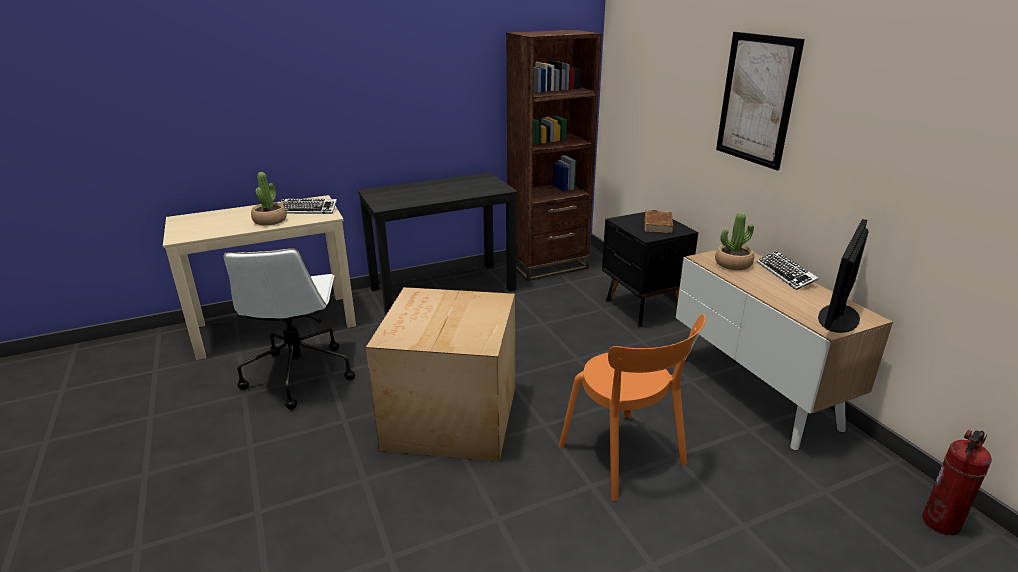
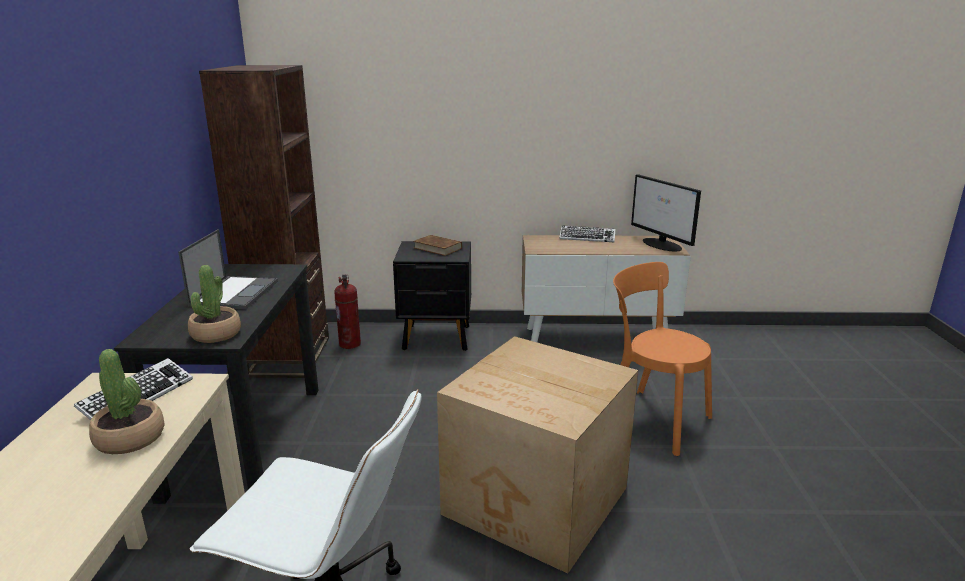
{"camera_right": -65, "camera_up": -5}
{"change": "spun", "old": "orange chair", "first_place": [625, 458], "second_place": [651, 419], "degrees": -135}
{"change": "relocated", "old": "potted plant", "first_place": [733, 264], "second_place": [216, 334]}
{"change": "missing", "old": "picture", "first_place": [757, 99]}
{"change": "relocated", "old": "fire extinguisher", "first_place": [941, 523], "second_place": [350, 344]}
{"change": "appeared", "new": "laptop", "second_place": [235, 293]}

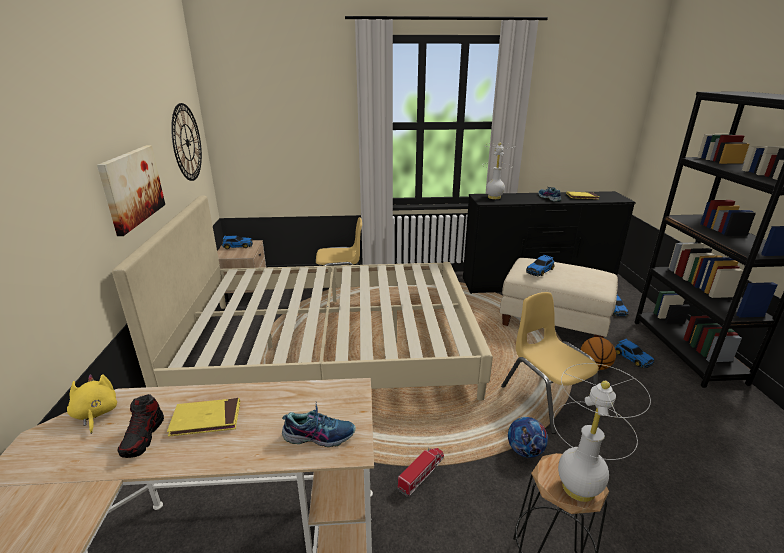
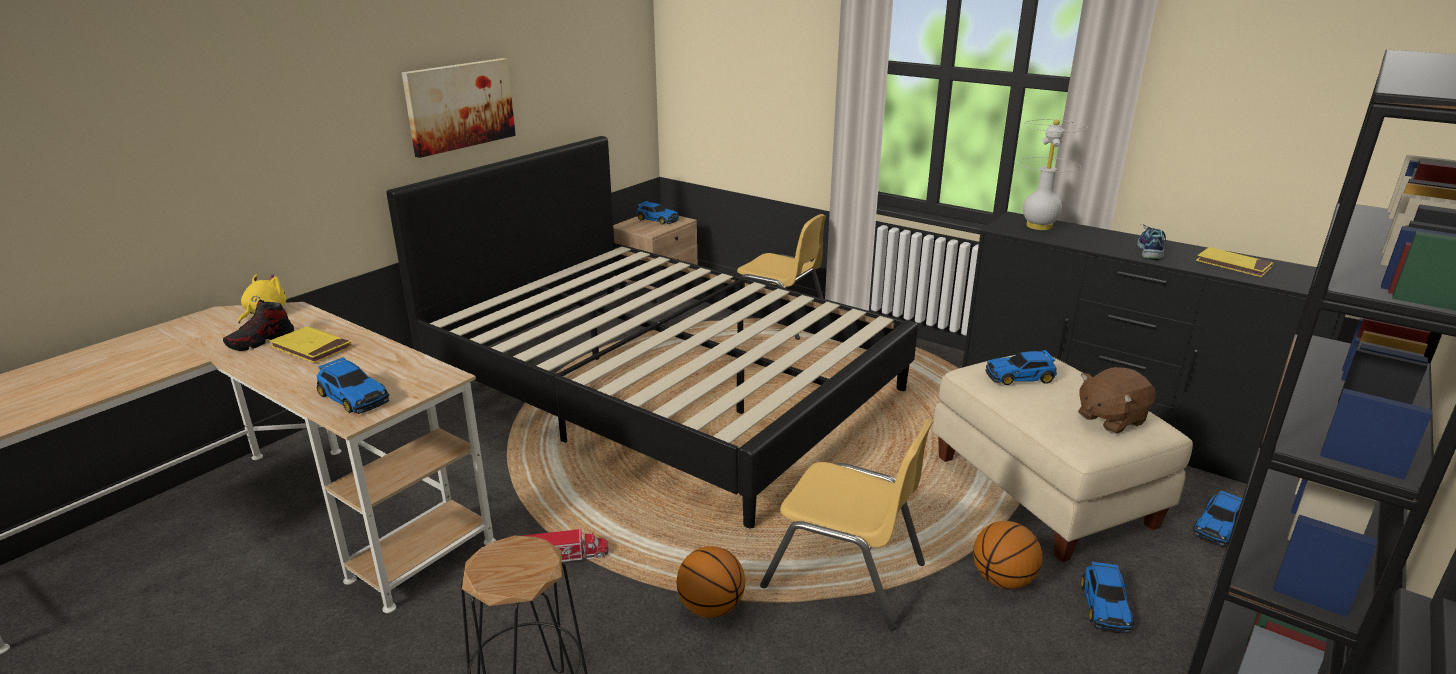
{"camera_right": 40, "camera_up": 0}
{"change": "colour", "old": "beige bed", "new": "black bed", "first_place": [330, 345], "second_place": [663, 384]}
{"change": "missing", "old": "wall clock", "first_place": [187, 142]}
{"change": "exchanged", "old": "shoe", "new": "toy car", "first_place": [319, 435], "second_place": [353, 396]}
{"change": "spun", "old": "yellow chair", "first_place": [547, 399], "second_place": [845, 575], "degrees": 105}
{"change": "exchanged", "old": "football", "new": "basketball", "first_place": [525, 451], "second_place": [711, 608]}
{"change": "missing", "old": "white table lamp", "first_place": [579, 488]}
{"change": "appeared", "new": "brown plush toy", "second_place": [1110, 419]}

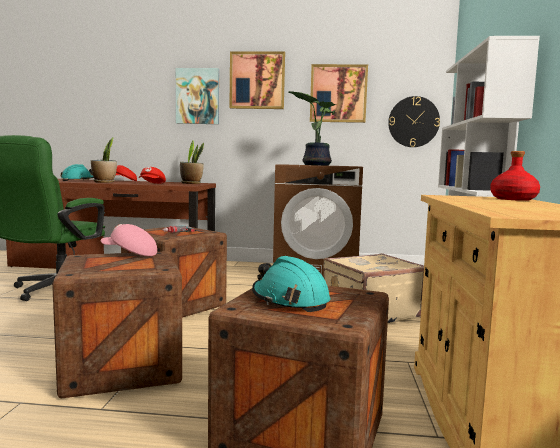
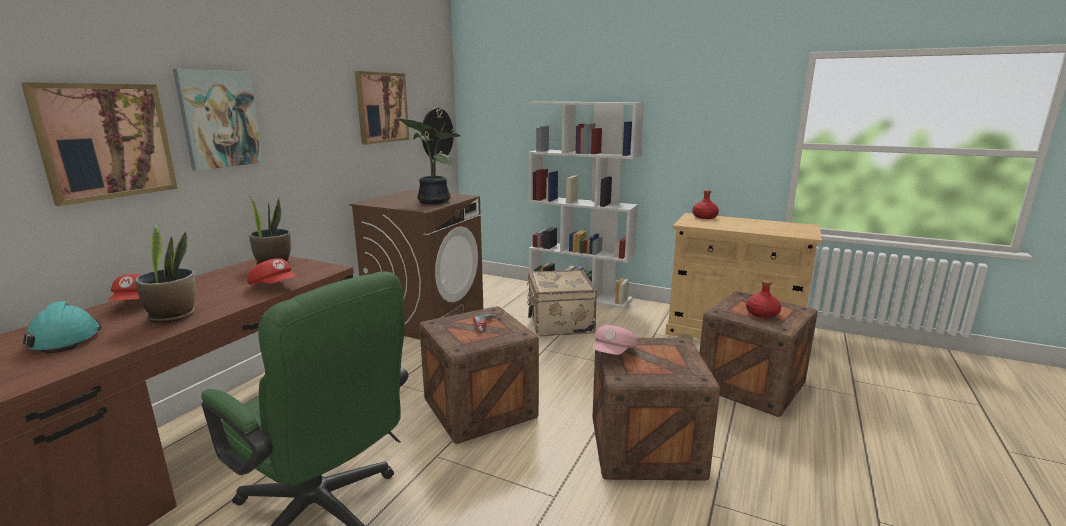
{"camera_right": -70, "camera_up": 10}
{"change": "relocated", "old": "picture", "first_place": [257, 80], "second_place": [106, 141]}
{"change": "exchanged", "old": "turquoise hard hat", "new": "red bottle", "first_place": [289, 300], "second_place": [762, 313]}

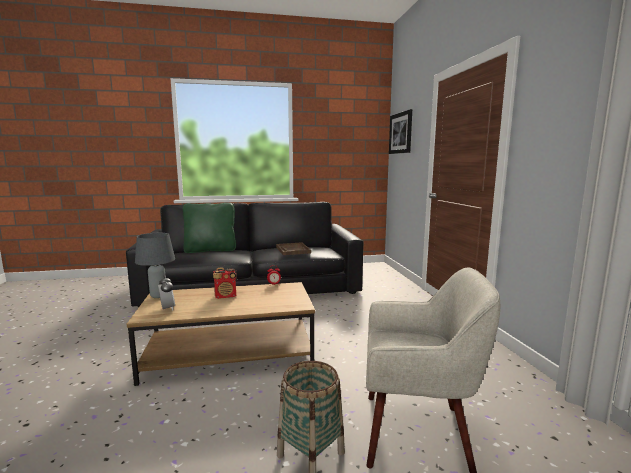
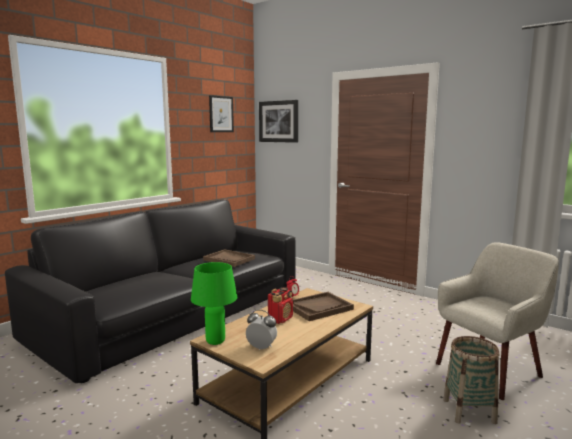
{"camera_right": -40, "camera_up": 0}
{"change": "colour", "old": "grey table lamp", "new": "green table lamp", "first_place": [158, 296], "second_place": [216, 341]}
{"change": "missing", "old": "green pillow", "first_place": [210, 250]}
{"change": "appeared", "new": "picture", "second_place": [221, 114]}
{"change": "appeared", "new": "brown tray", "second_place": [319, 307]}

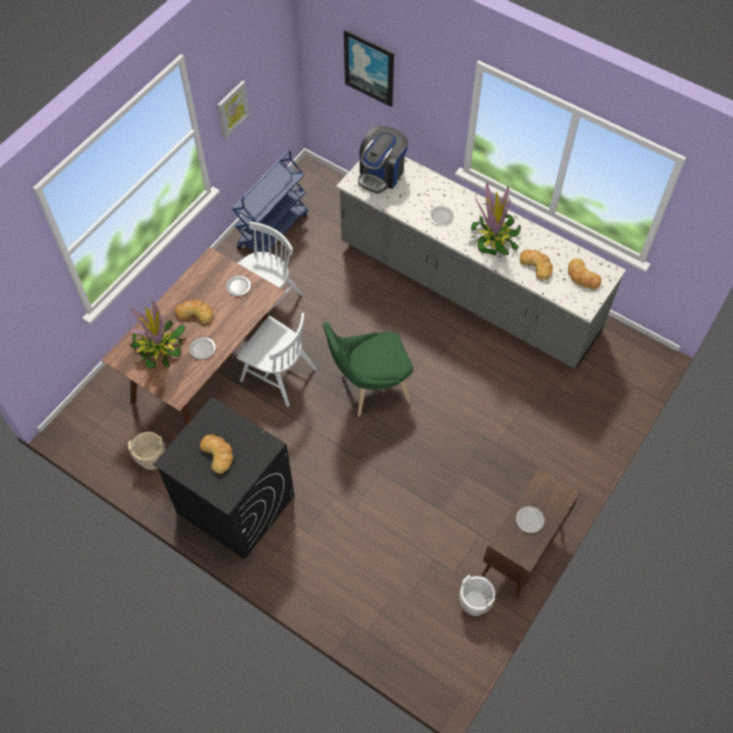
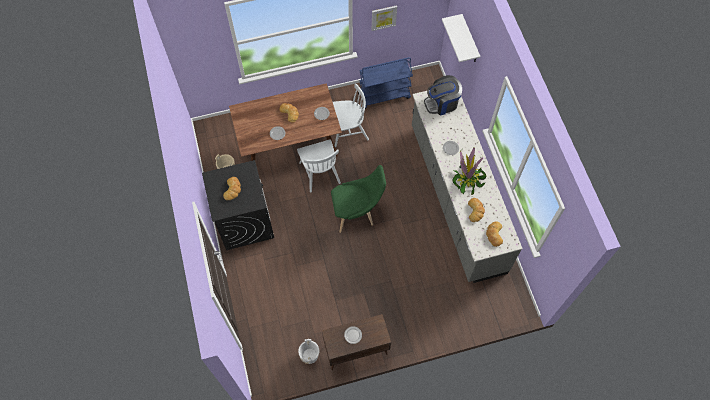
{"camera_right": 40, "camera_up": 5}
{"change": "missing", "old": "potted plant", "first_place": [158, 348]}
{"change": "spun", "old": "green chair", "first_place": [369, 389], "second_place": [356, 213], "degrees": 150}
{"change": "exchanged", "old": "picture", "new": "white shelf", "first_place": [369, 67], "second_place": [469, 40]}

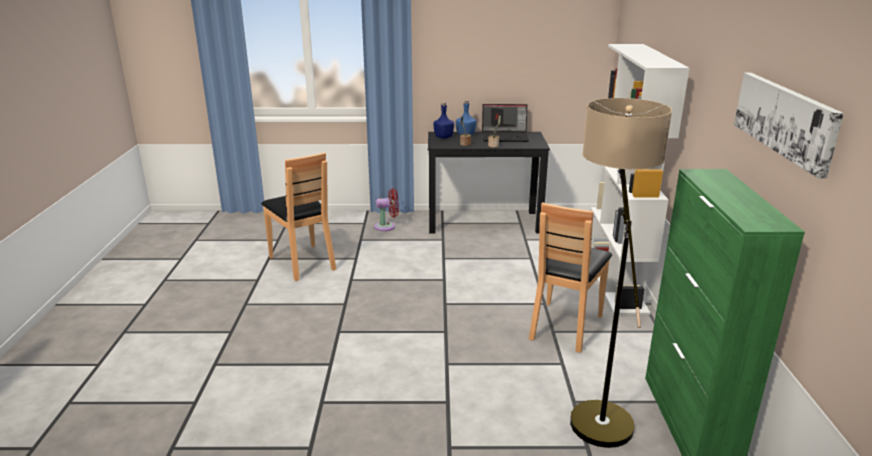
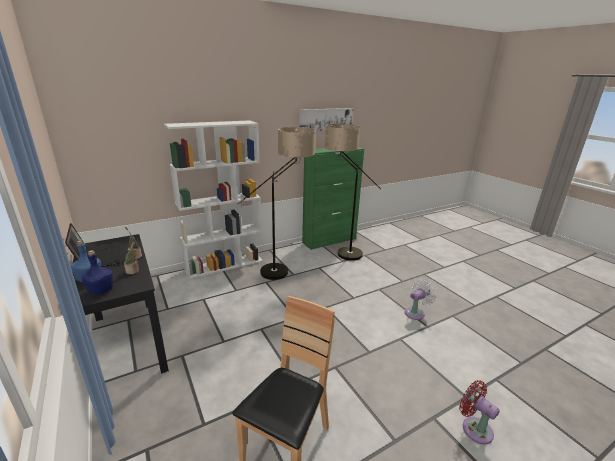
{"camera_right": -120, "camera_up": 0}
{"change": "relocated", "old": "red fan", "first_place": [387, 226], "second_place": [474, 427]}
{"change": "exchanged", "old": "brown chair", "new": "floor lamp", "first_place": [565, 326], "second_place": [285, 272]}
{"change": "appeared", "new": "white fan", "second_place": [416, 313]}

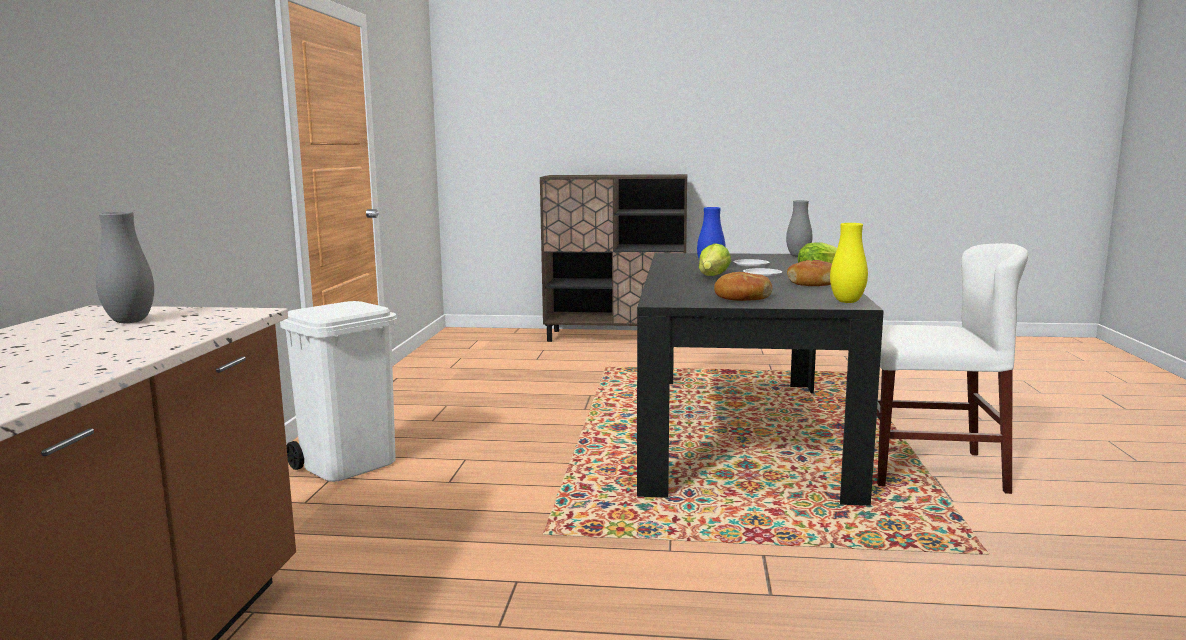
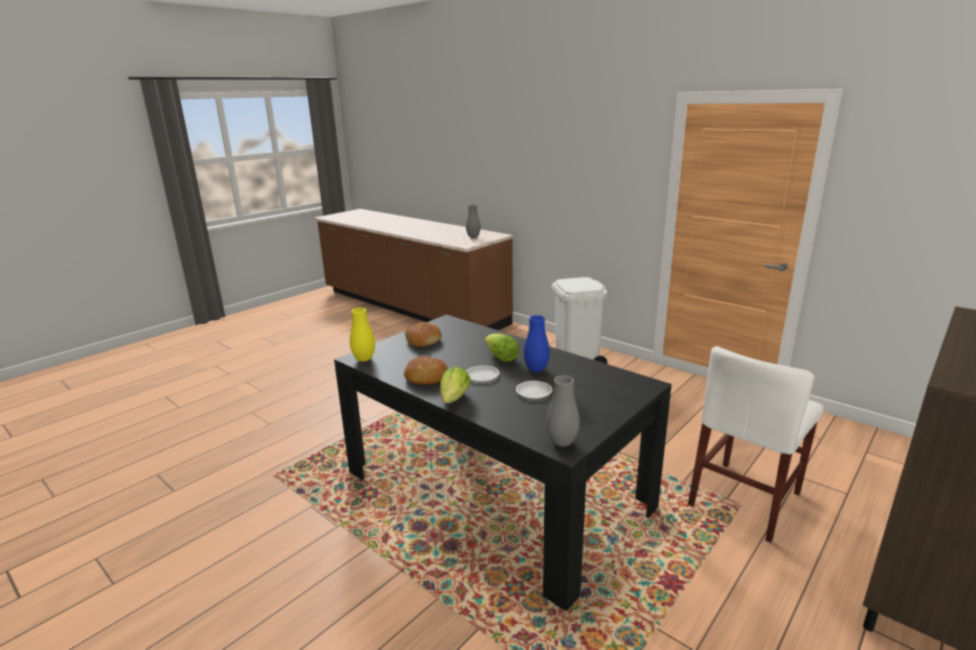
{"camera_right": 125, "camera_up": 10}
{"change": "relocated", "old": "white chair", "first_place": [929, 469], "second_place": [745, 499]}

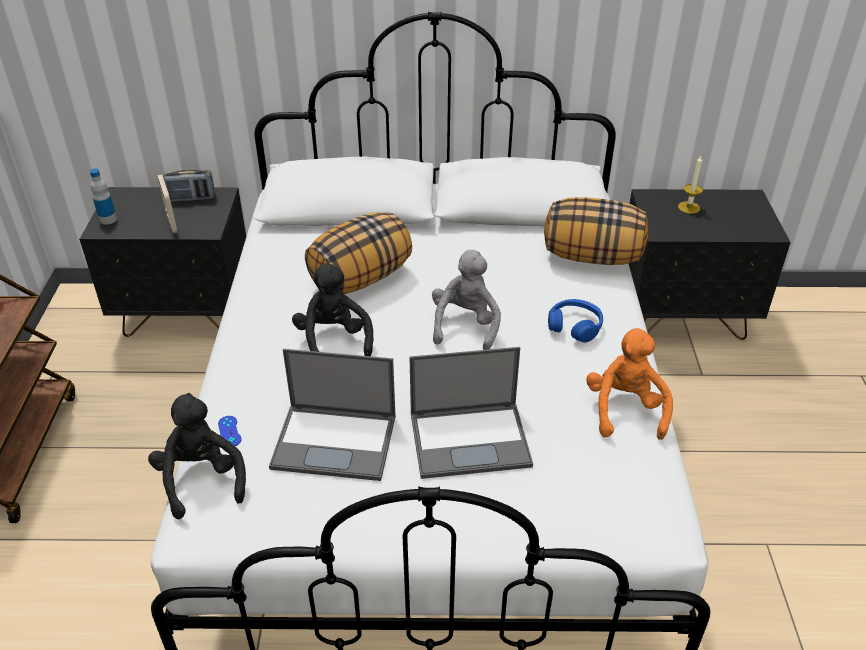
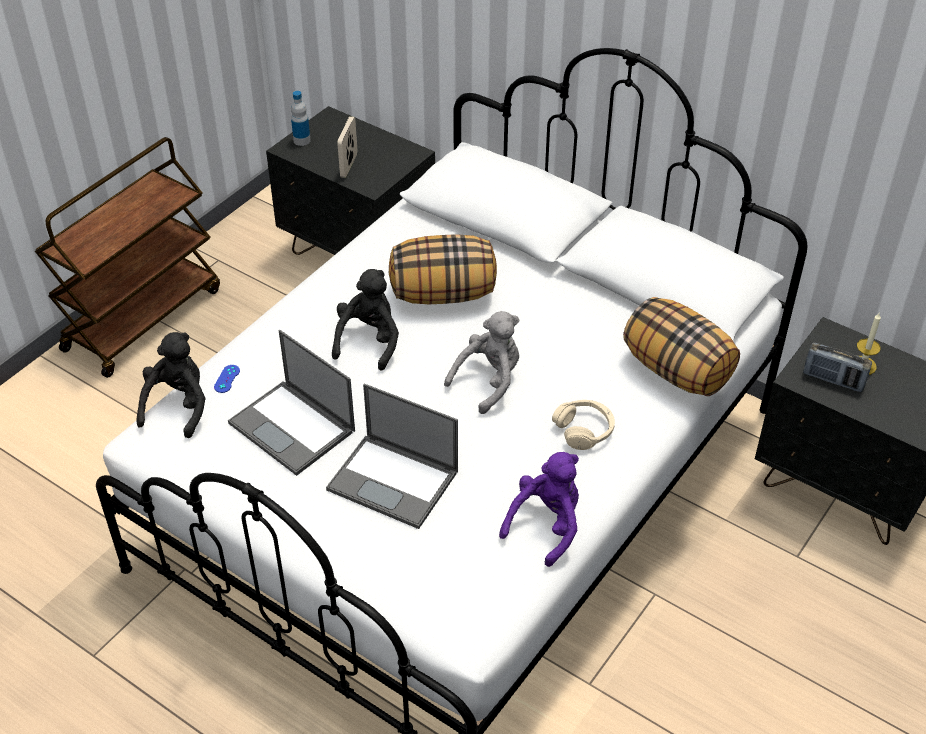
{"camera_right": 35, "camera_up": 5}
{"change": "relocated", "old": "radio", "first_place": [190, 198], "second_place": [833, 380]}
{"change": "colour", "old": "blue headphones", "new": "beige headphones", "first_place": [574, 326], "second_place": [584, 430]}
{"change": "colour", "old": "orange plush toy", "new": "purple plush toy", "first_place": [625, 409], "second_place": [546, 525]}

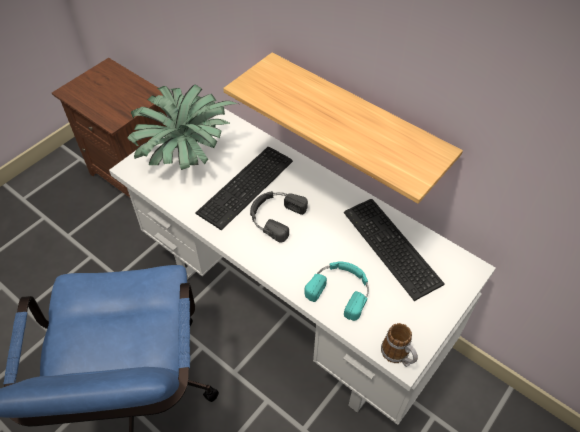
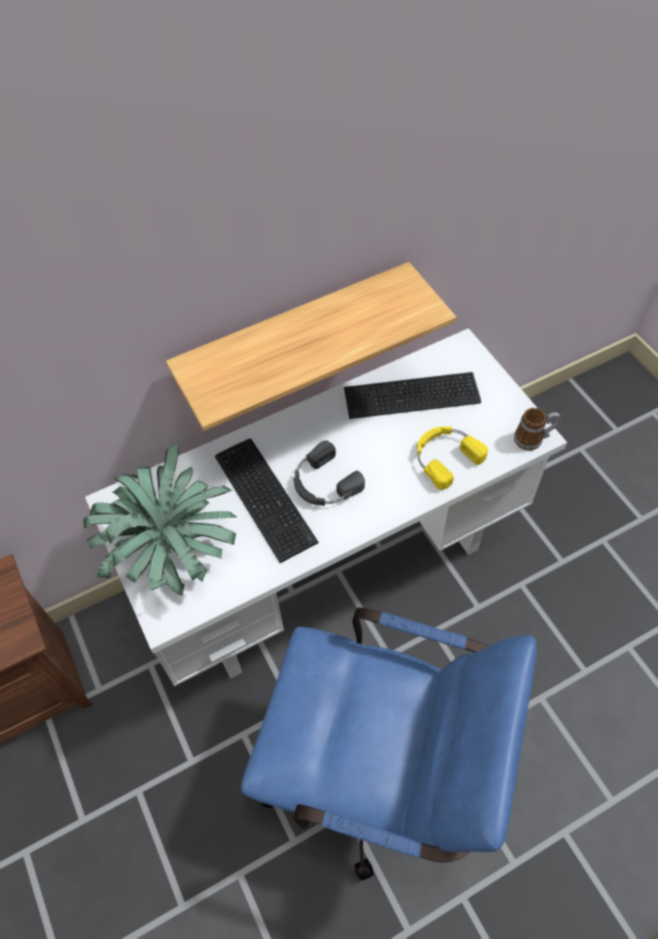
{"camera_right": -65, "camera_up": 5}
{"change": "colour", "old": "turquoise headphones", "new": "yellow headphones", "first_place": [340, 290], "second_place": [445, 457]}

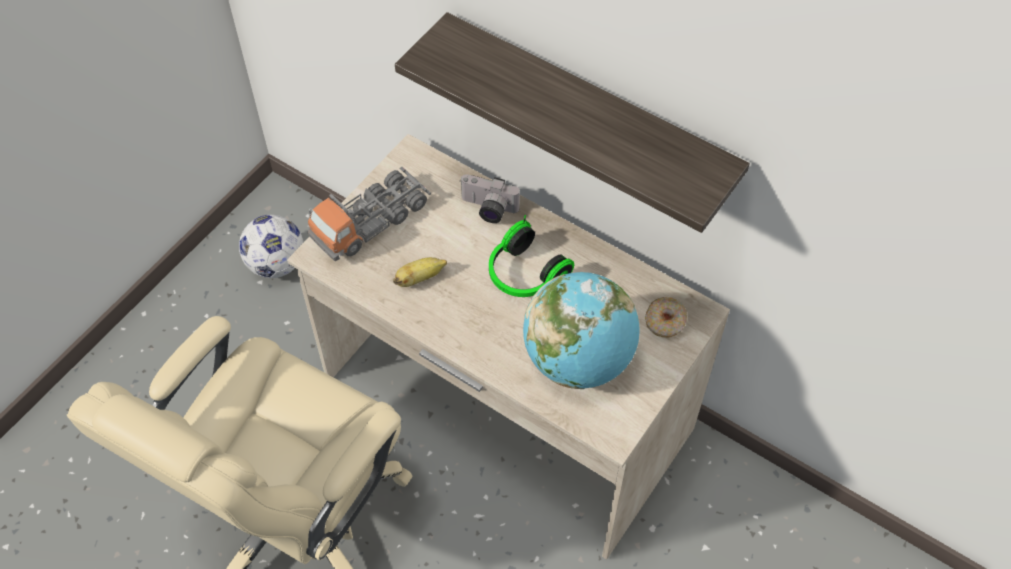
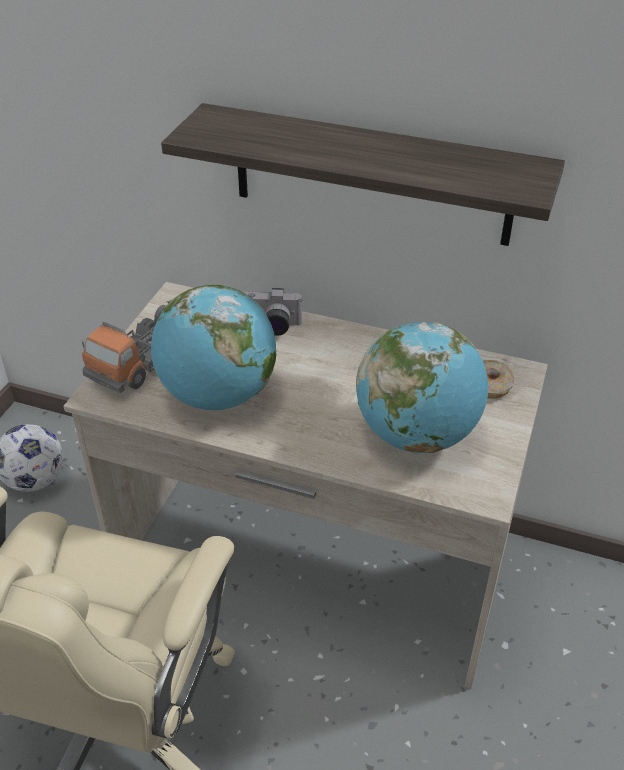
{"camera_right": -15, "camera_up": -15}
{"change": "exchanged", "old": "banana", "new": "globe", "first_place": [420, 278], "second_place": [218, 395]}
{"change": "missing", "old": "headphones", "first_place": [524, 275]}

